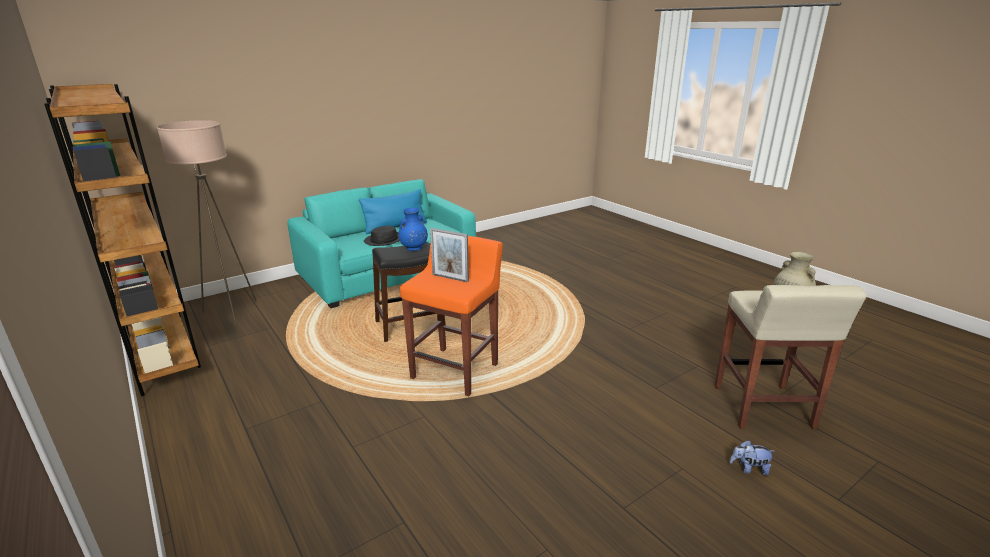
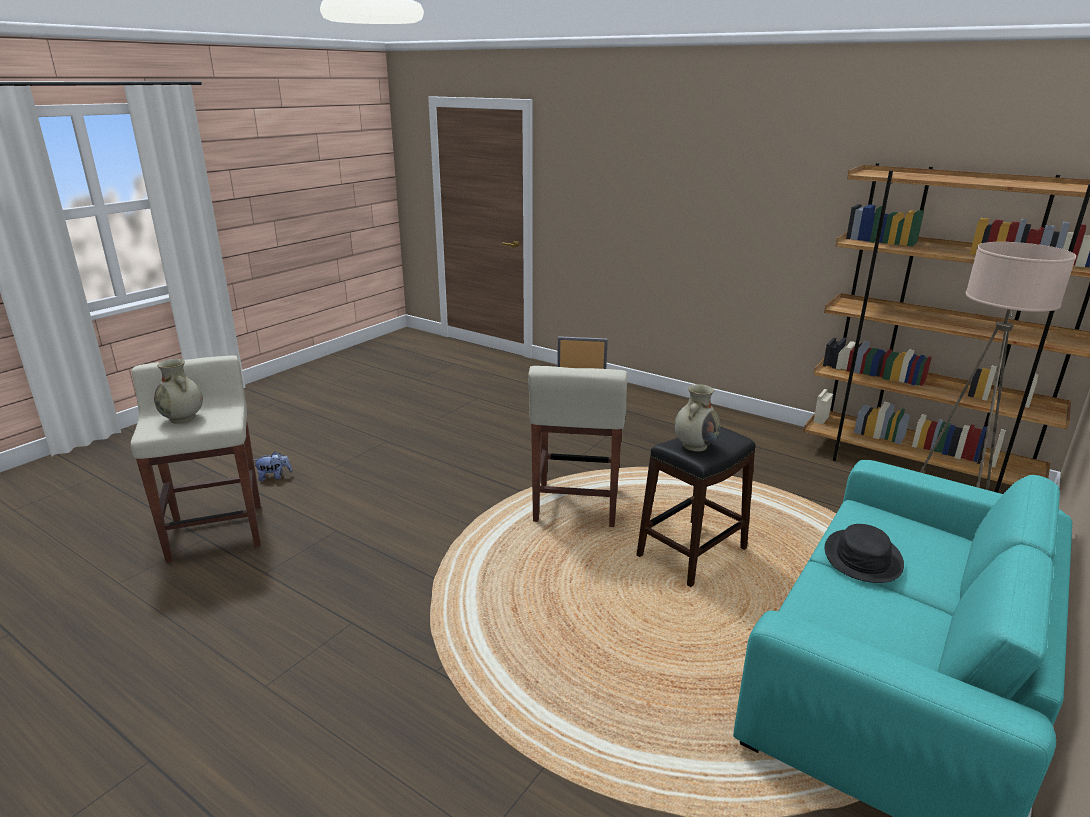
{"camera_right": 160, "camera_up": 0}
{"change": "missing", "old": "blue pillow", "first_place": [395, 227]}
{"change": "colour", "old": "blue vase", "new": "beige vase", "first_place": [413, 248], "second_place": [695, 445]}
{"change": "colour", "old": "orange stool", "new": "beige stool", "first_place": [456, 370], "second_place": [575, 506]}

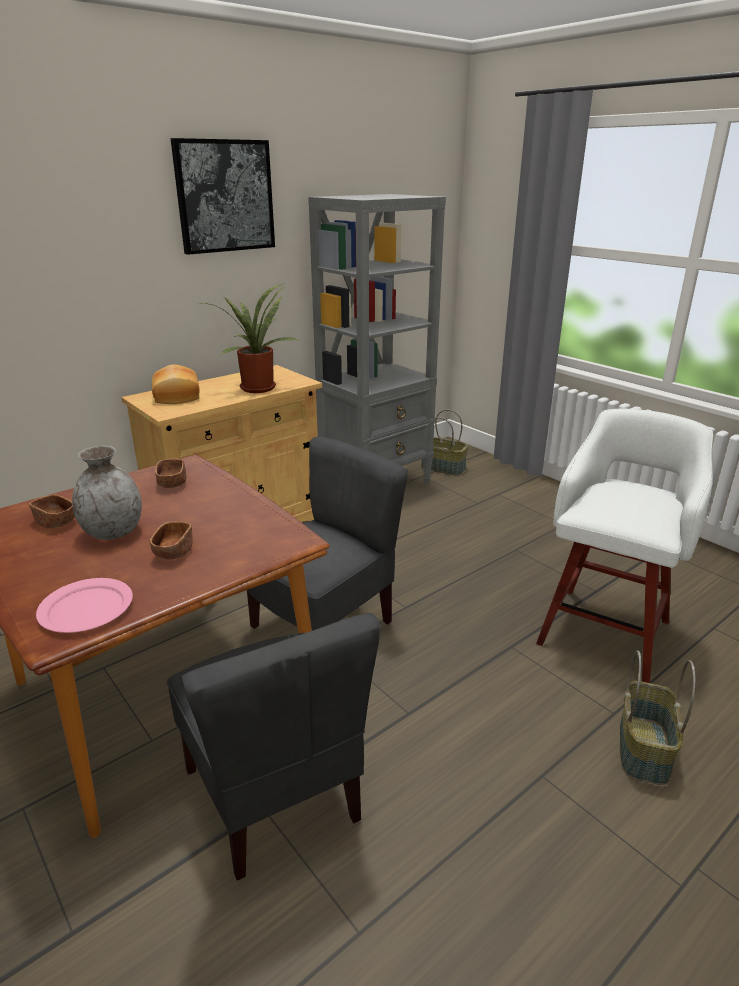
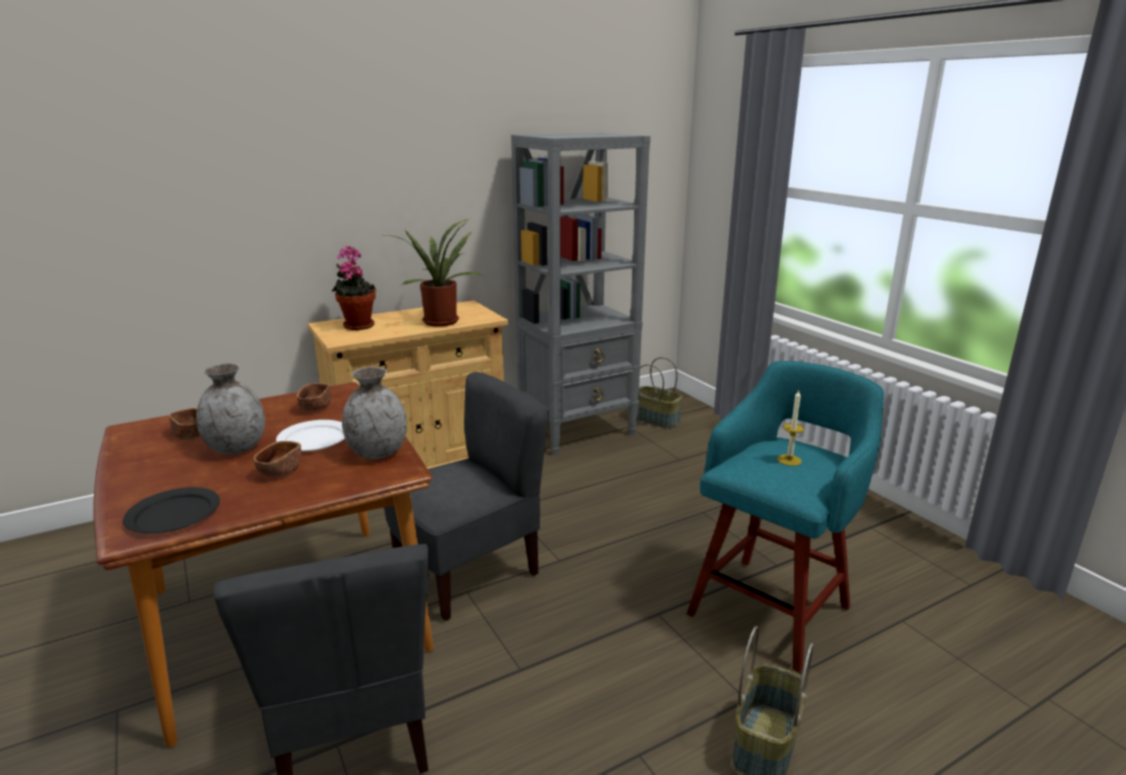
{"camera_right": 10, "camera_up": -5}
{"change": "colour", "old": "pink plate", "new": "black plate", "first_place": [85, 608], "second_place": [173, 514]}
{"change": "exchanged", "old": "bread", "new": "potted plant", "first_place": [175, 396], "second_place": [357, 325]}
{"change": "missing", "old": "picture", "first_place": [224, 196]}
{"change": "colour", "old": "white stool", "new": "turquoise stool", "first_place": [605, 629], "second_place": [772, 608]}
{"change": "appeared", "new": "white plate", "second_place": [314, 438]}
{"change": "appeared", "new": "grey vase", "second_place": [377, 452]}
{"change": "appeared", "new": "candle", "second_place": [789, 460]}

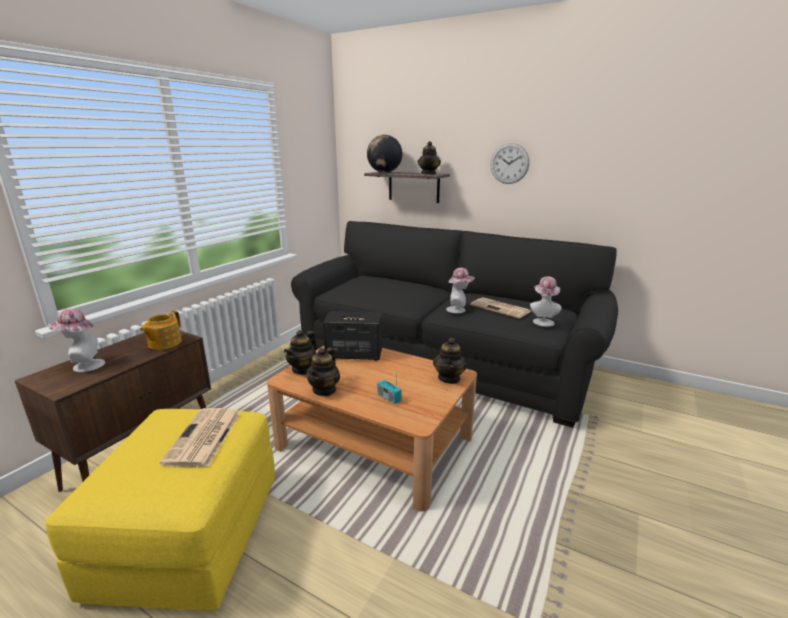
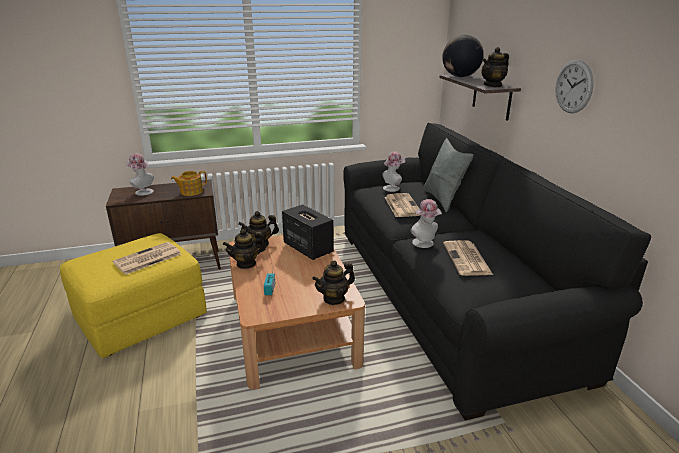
{"camera_right": 45, "camera_up": 5}
{"change": "relocated", "old": "hat", "first_place": [542, 321], "second_place": [393, 188]}
{"change": "appeared", "new": "newspaper", "second_place": [402, 205]}
{"change": "appeared", "new": "grey pillow", "second_place": [443, 200]}

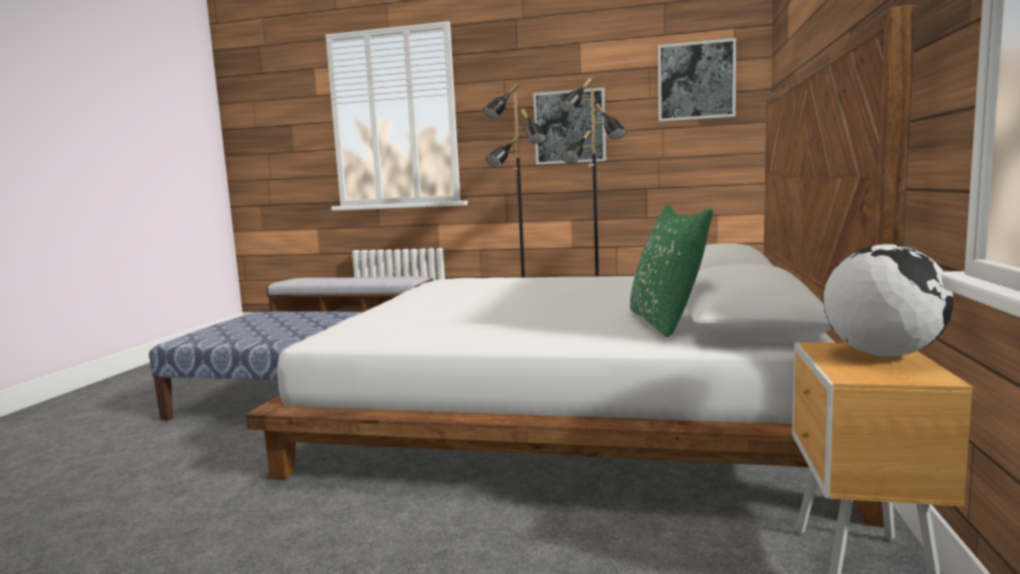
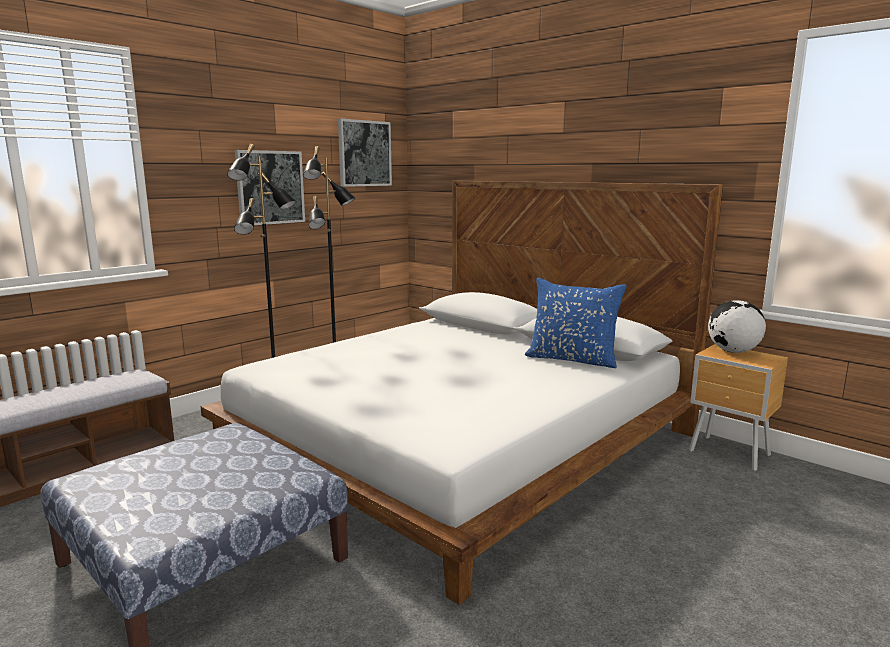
{"camera_right": -60, "camera_up": 5}
{"change": "colour", "old": "green pillow", "new": "blue pillow", "first_place": [666, 322], "second_place": [572, 359]}

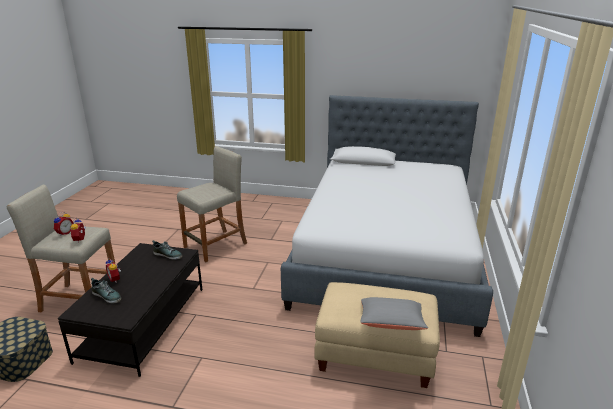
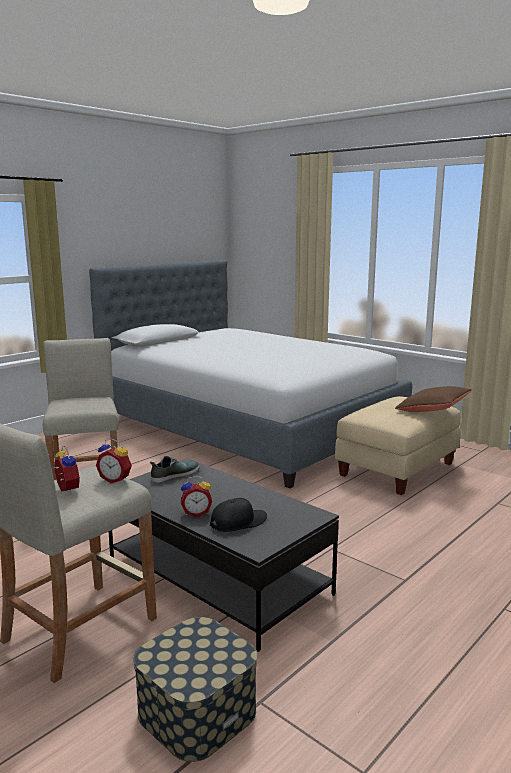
{"camera_right": -60, "camera_up": -10}
{"change": "exchanged", "old": "shoe", "new": "black cap", "first_place": [107, 296], "second_place": [238, 522]}
{"change": "colour", "old": "grey pillow", "new": "brown pillow", "first_place": [391, 323], "second_place": [432, 410]}

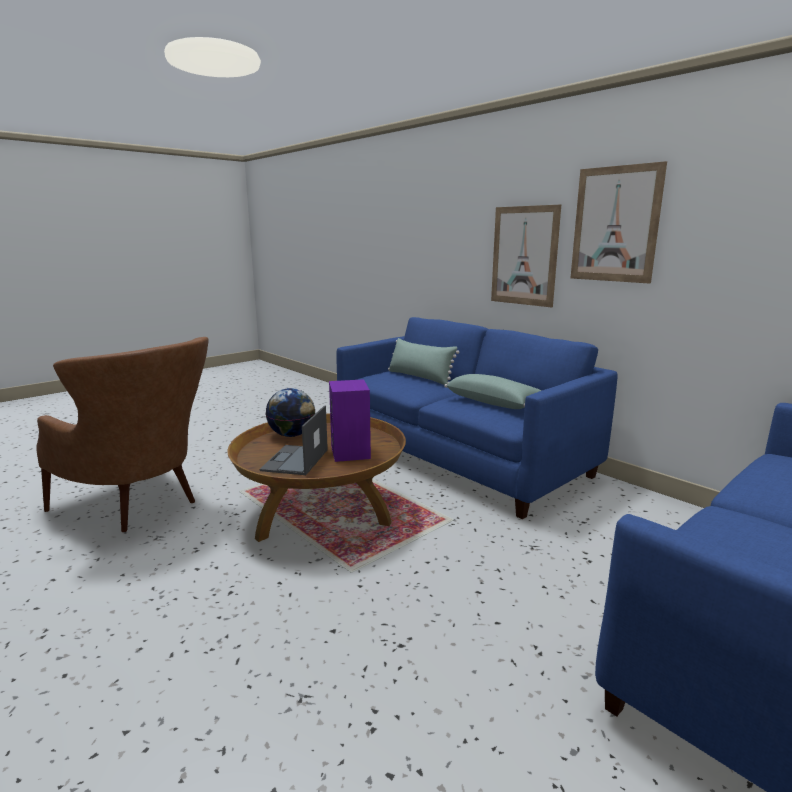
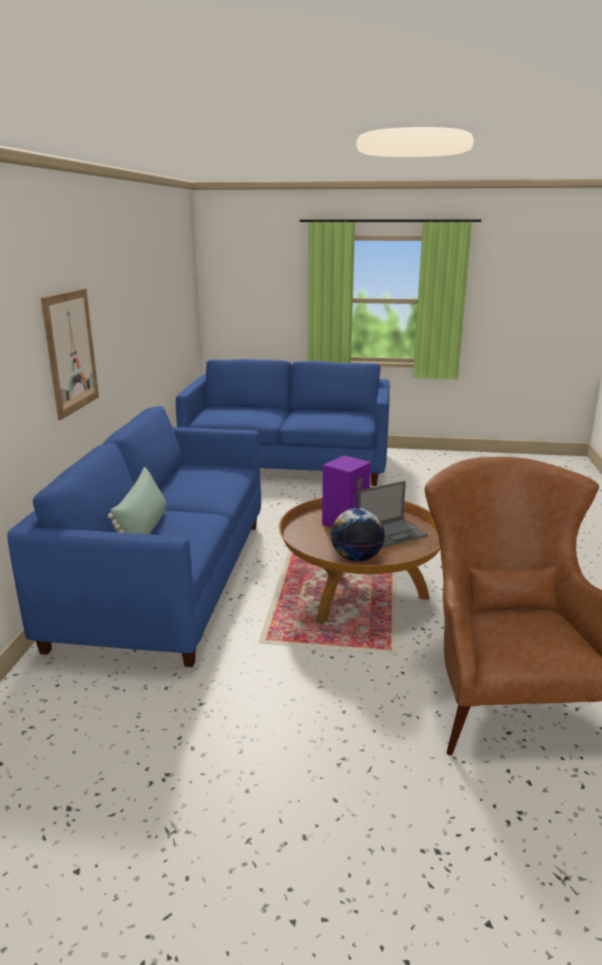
{"camera_right": -130, "camera_up": 5}
{"change": "missing", "old": "green pillow", "first_place": [494, 402]}
{"change": "missing", "old": "picture", "first_place": [615, 224]}

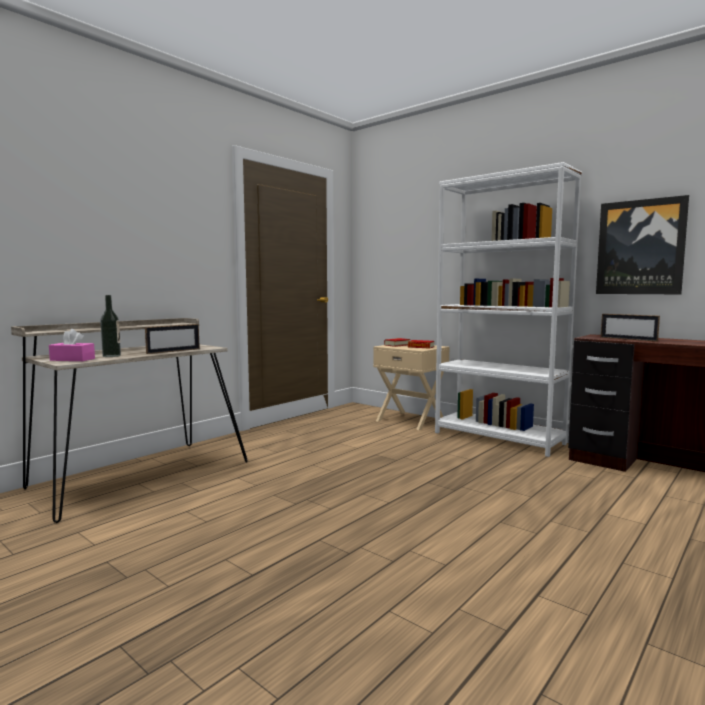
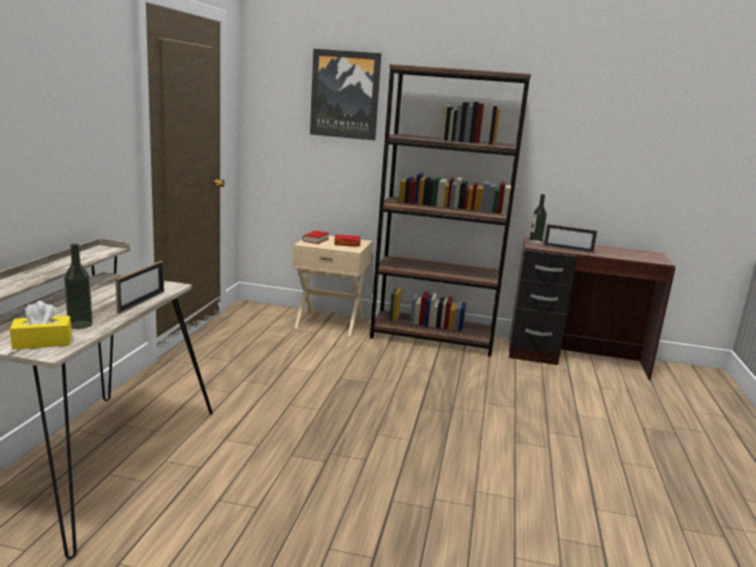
{"camera_right": -30, "camera_up": 10}
{"change": "colour", "old": "pink tissue box", "new": "yellow tissue box", "first_place": [72, 359], "second_place": [42, 342]}
{"change": "colour", "old": "white bookcase", "new": "brown bookcase", "first_place": [498, 438], "second_place": [432, 338]}
{"change": "relocated", "old": "picture", "first_place": [640, 247], "second_place": [345, 95]}
{"change": "appeared", "new": "bottle", "second_place": [535, 241]}

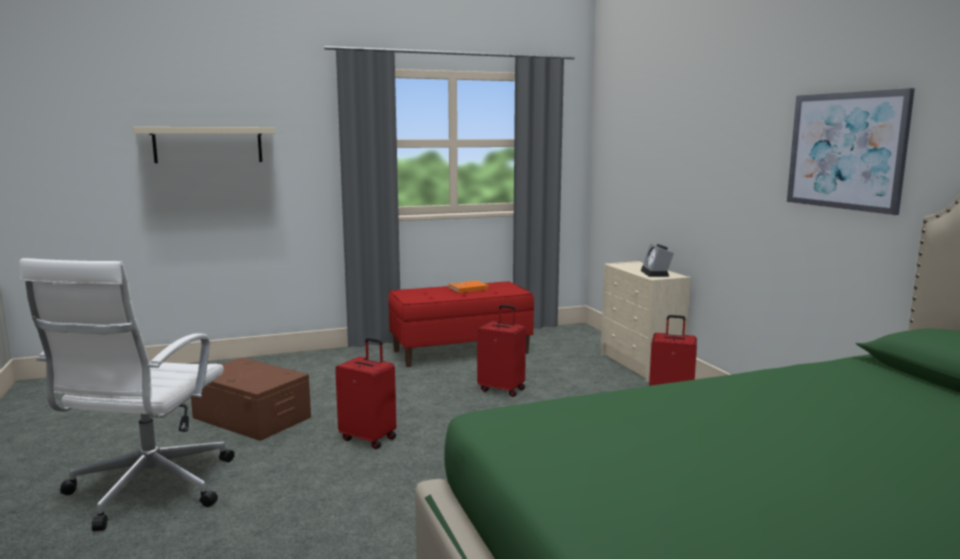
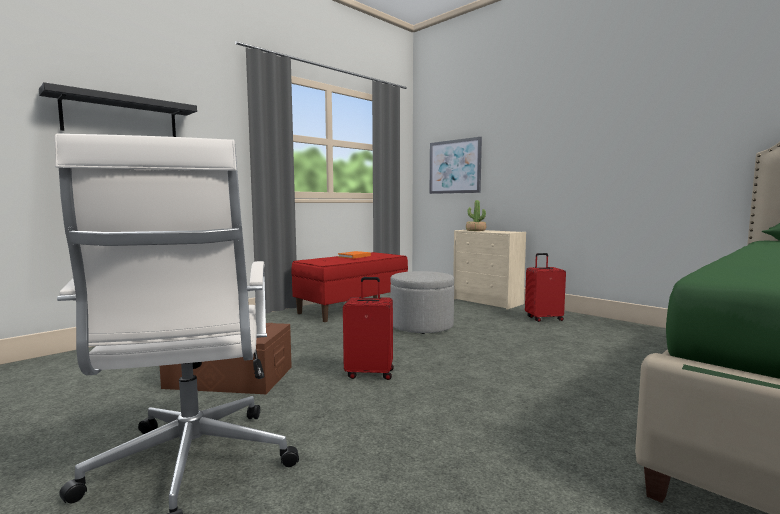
{"camera_right": -25, "camera_up": -5}
{"change": "colour", "old": "beige shelf", "new": "black shelf", "first_place": [208, 144], "second_place": [121, 118]}
{"change": "exchanged", "old": "red suitcase", "new": "grey ottoman", "first_place": [502, 389], "second_place": [422, 325]}
{"change": "missing", "old": "alarm clock", "first_place": [656, 273]}
{"change": "relocated", "old": "picture", "first_place": [846, 151], "second_place": [454, 166]}
{"change": "appeared", "new": "potted plant", "second_place": [475, 230]}

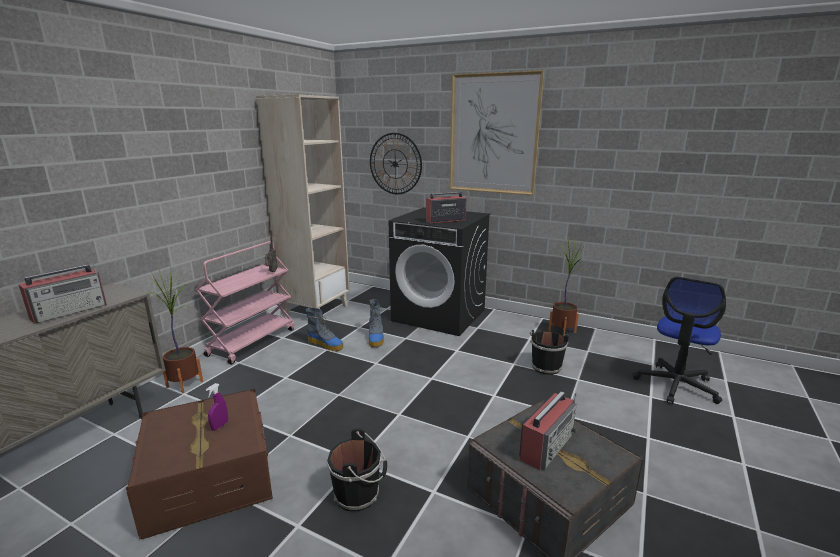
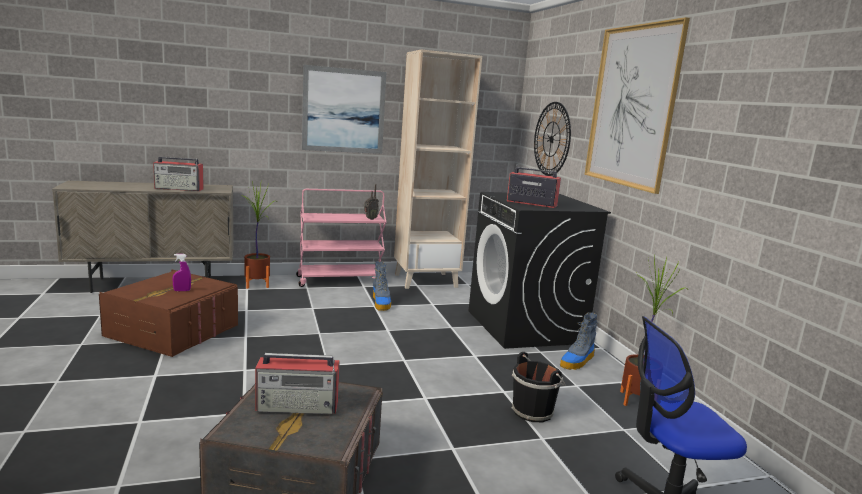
{"camera_right": 45, "camera_up": -5}
{"change": "missing", "old": "black bucket", "first_place": [359, 494]}
{"change": "relocated", "old": "boot", "first_place": [376, 338], "second_place": [577, 361]}
{"change": "appeared", "new": "picture", "second_place": [344, 110]}

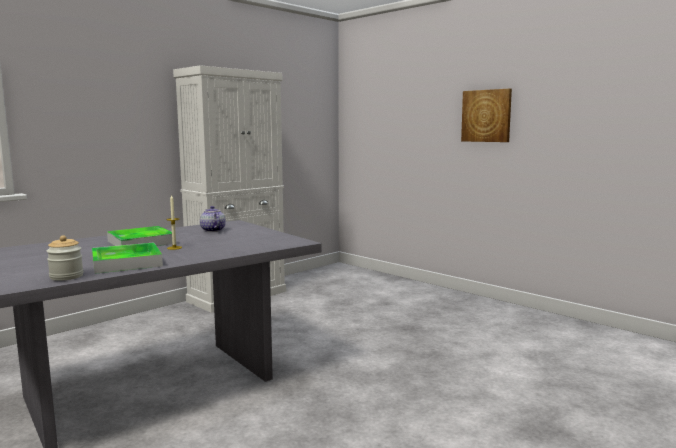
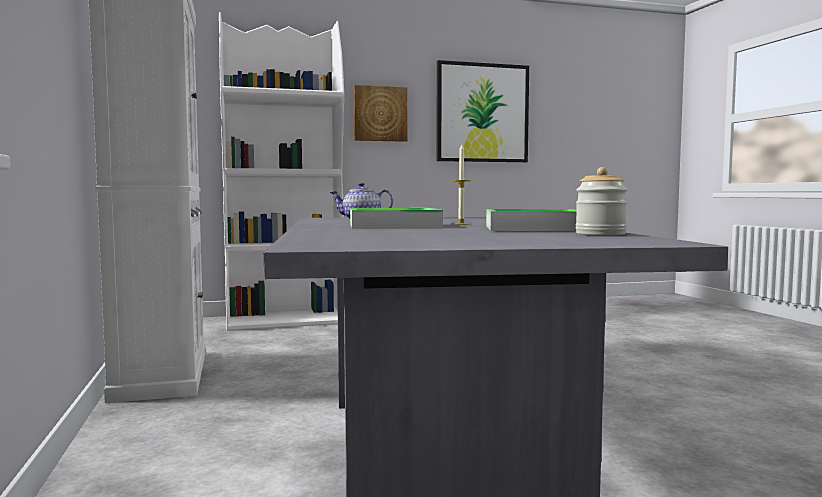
{"camera_right": -60, "camera_up": -5}
{"change": "appeared", "new": "white bookcase", "second_place": [286, 320]}
{"change": "appeared", "new": "picture", "second_place": [482, 113]}

